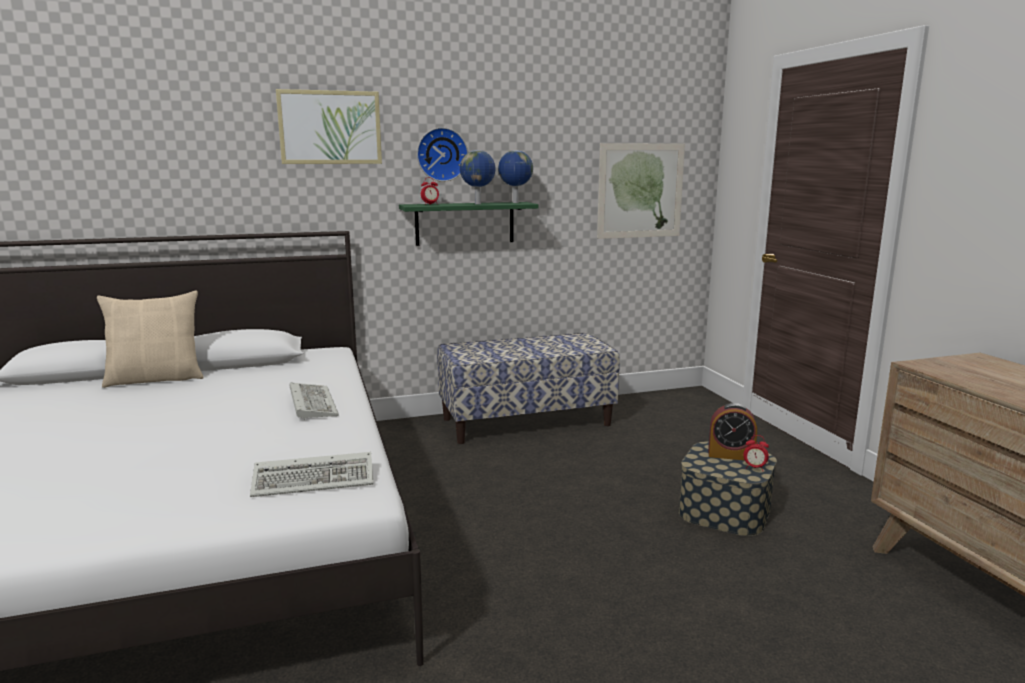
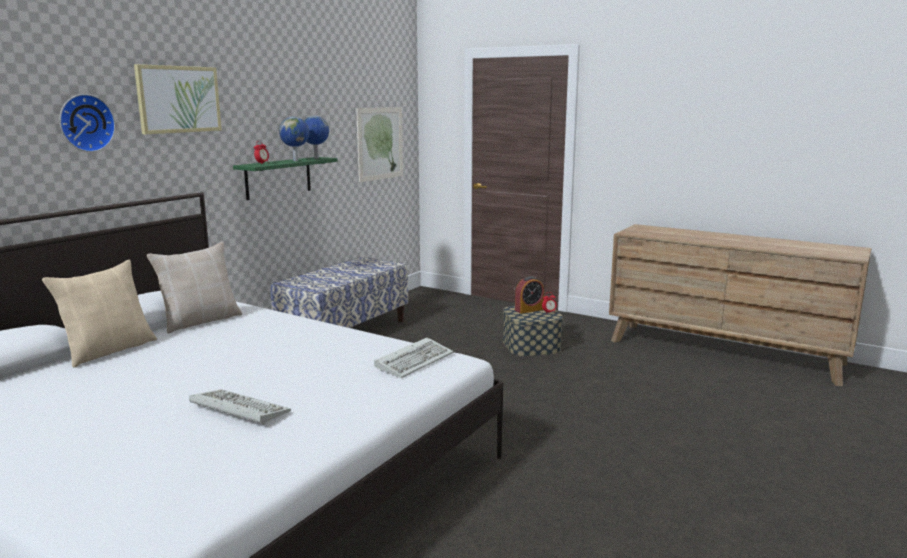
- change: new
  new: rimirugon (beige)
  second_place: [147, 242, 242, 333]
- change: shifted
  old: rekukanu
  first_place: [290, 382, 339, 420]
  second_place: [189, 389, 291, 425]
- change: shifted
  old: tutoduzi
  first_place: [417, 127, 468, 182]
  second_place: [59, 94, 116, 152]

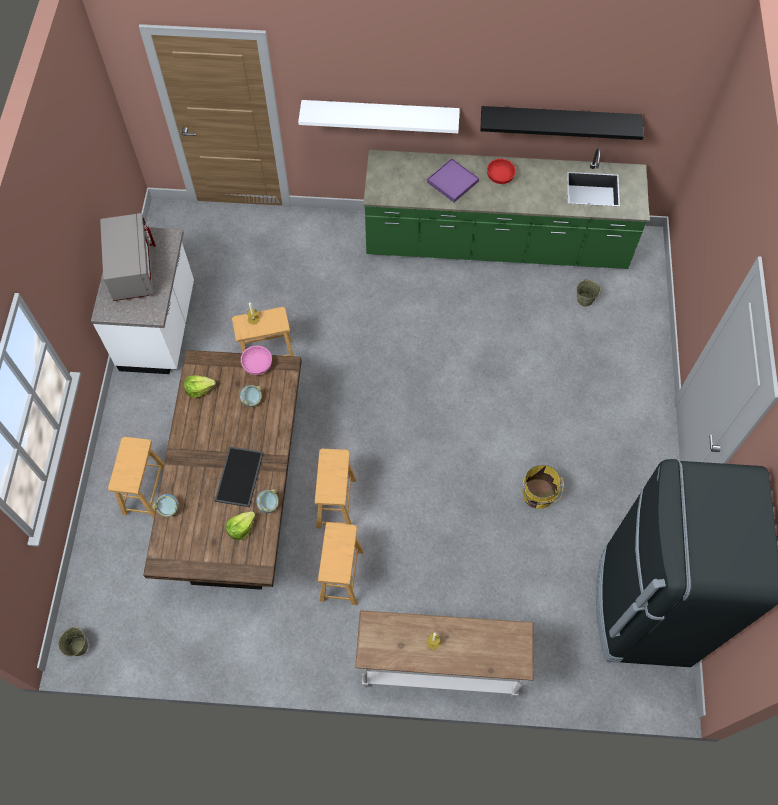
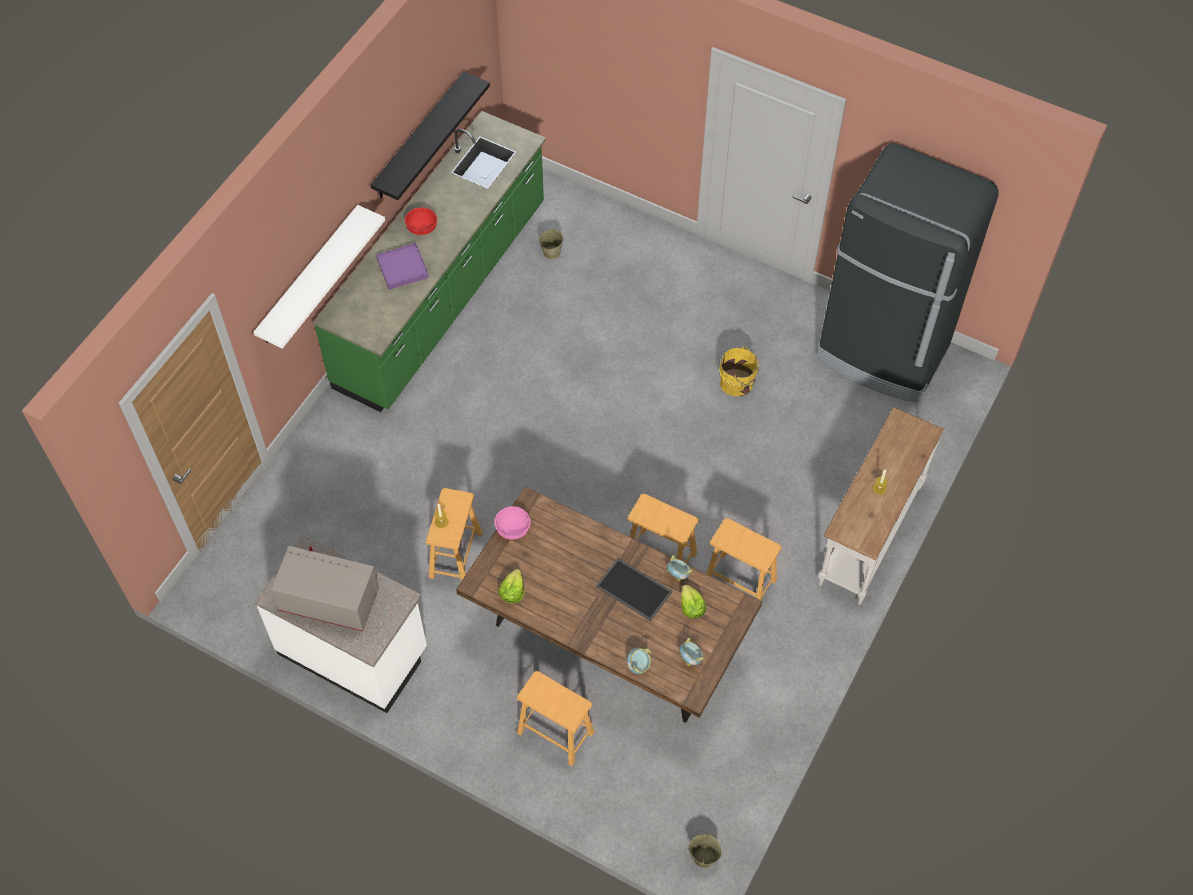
- change: shifted
  old: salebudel
  first_place: [240, 385, 262, 407]
  second_place: [679, 637, 704, 666]

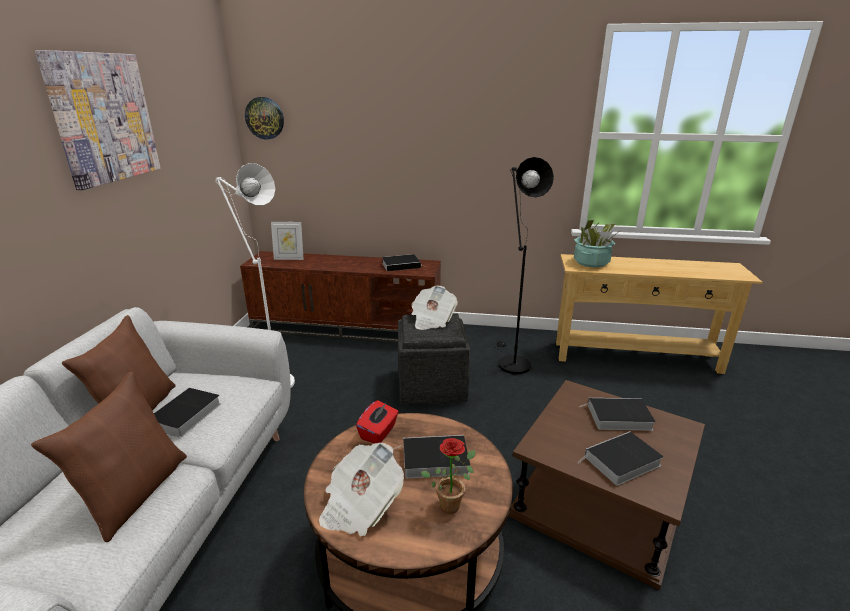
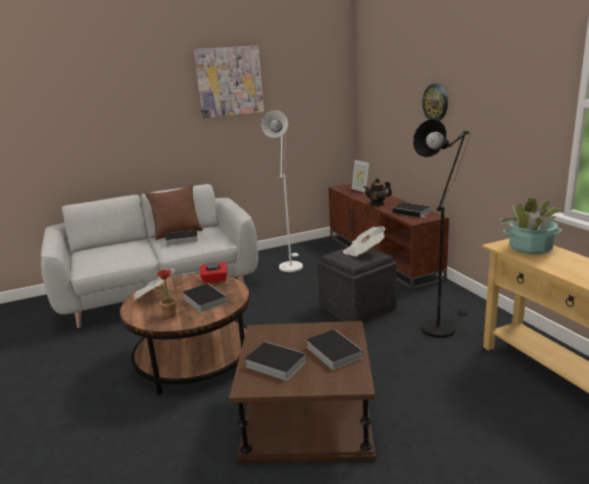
- change: gone
  old: rimirugon (brown)
  first_place: [31, 372, 187, 542]
- change: new
  new: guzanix
  second_place: [363, 178, 392, 206]
- change: shifted
  old: tutoduzi
  first_place: [245, 97, 284, 139]
  second_place: [422, 84, 448, 121]

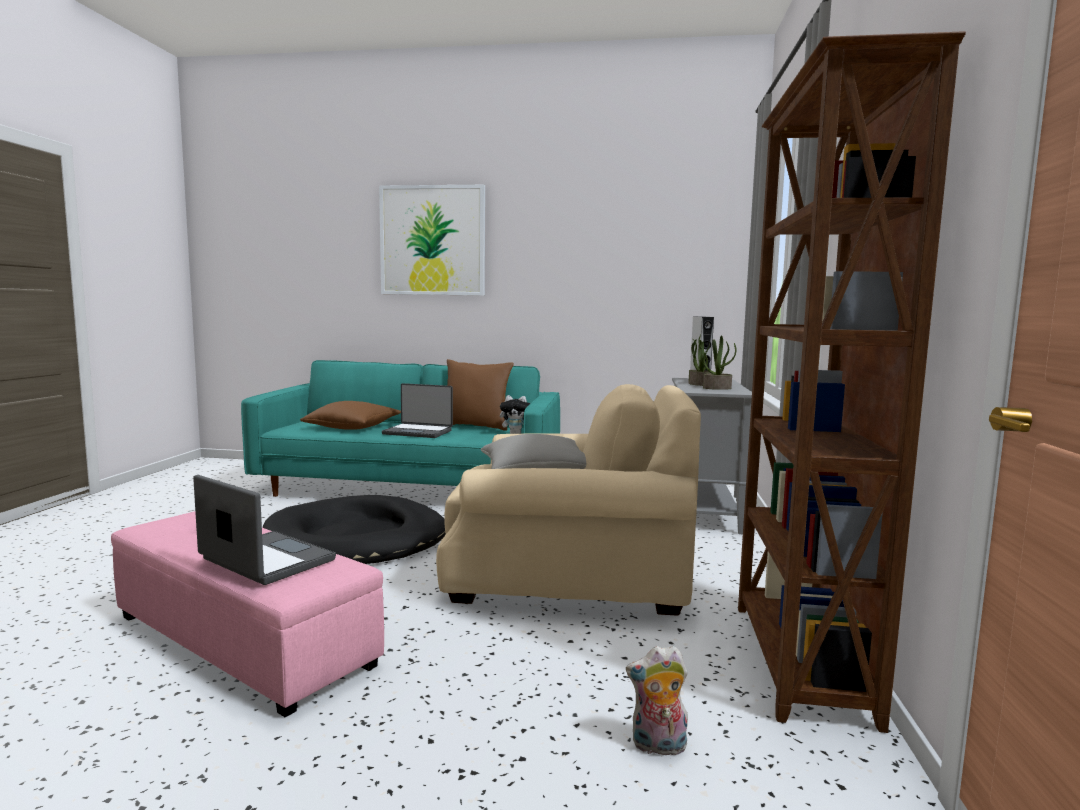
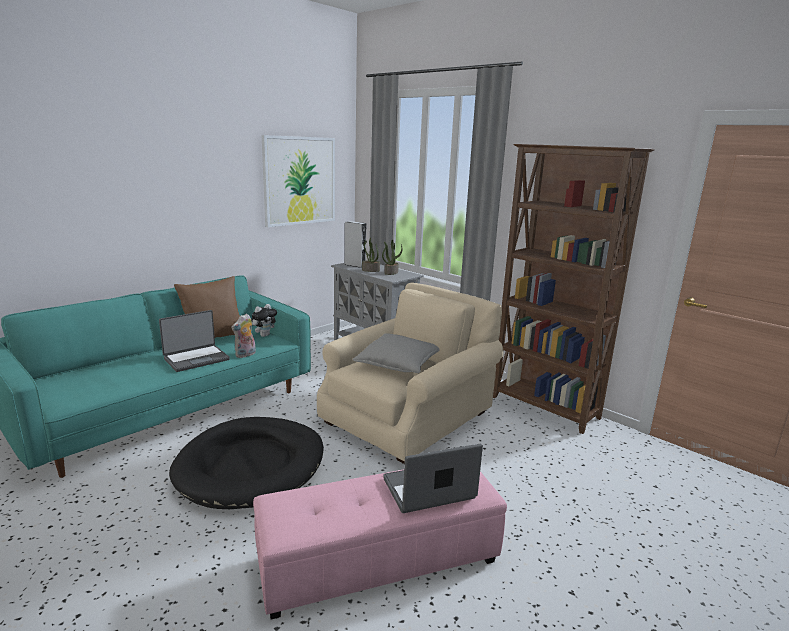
- change: gone
  old: rimirugon (brown)
  first_place: [300, 401, 401, 430]
- change: shifted
  old: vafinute
  first_place: [379, 185, 485, 296]
  second_place: [262, 135, 335, 227]
- change: shifted
  old: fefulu
  first_place: [626, 646, 688, 756]
  second_place: [231, 314, 256, 358]

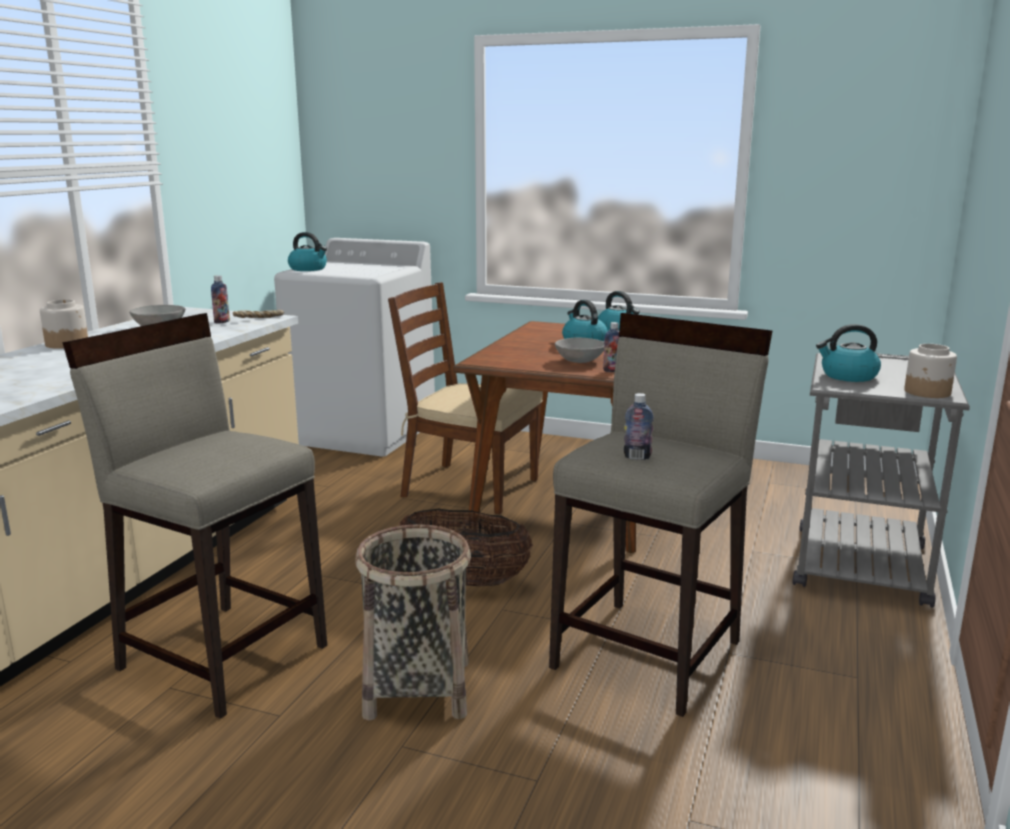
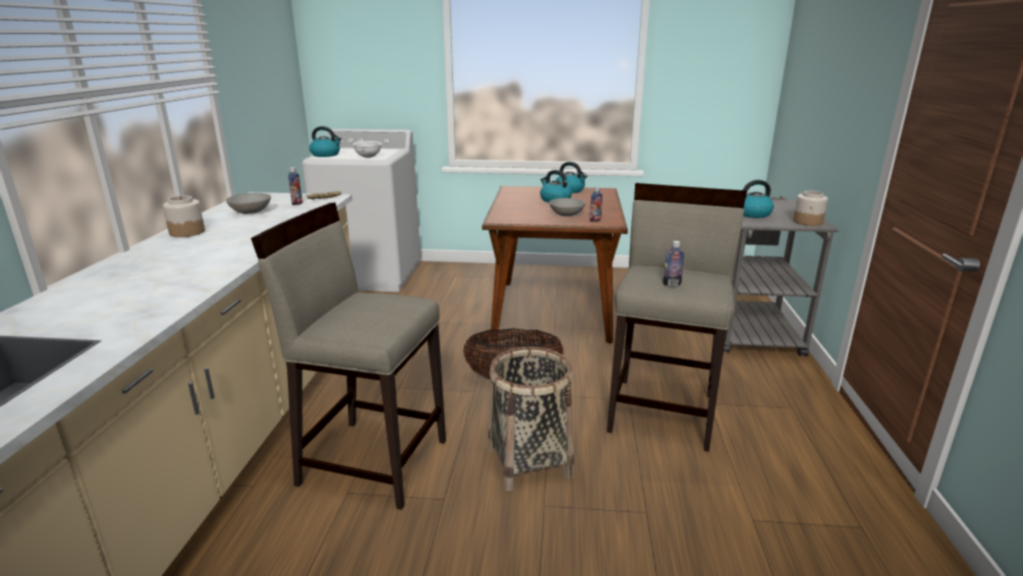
- change: gone
  old: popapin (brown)
  first_place: [388, 282, 543, 514]
- change: new
  new: salebudel (white)
  second_place: [353, 141, 382, 158]

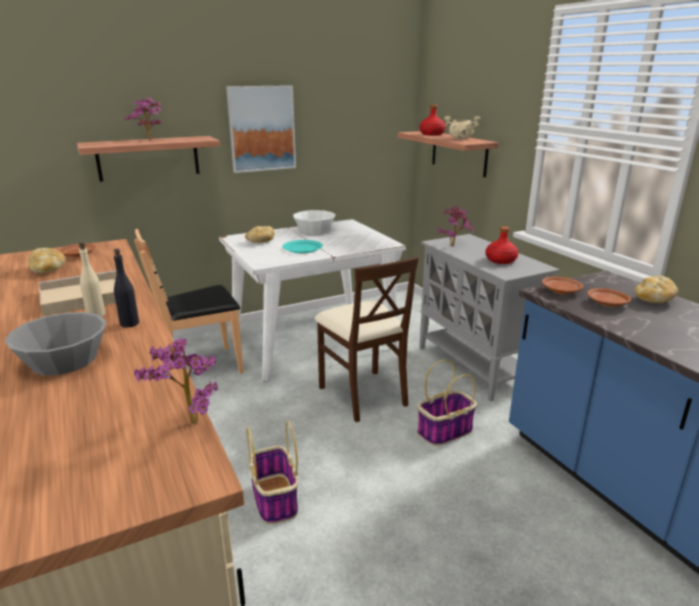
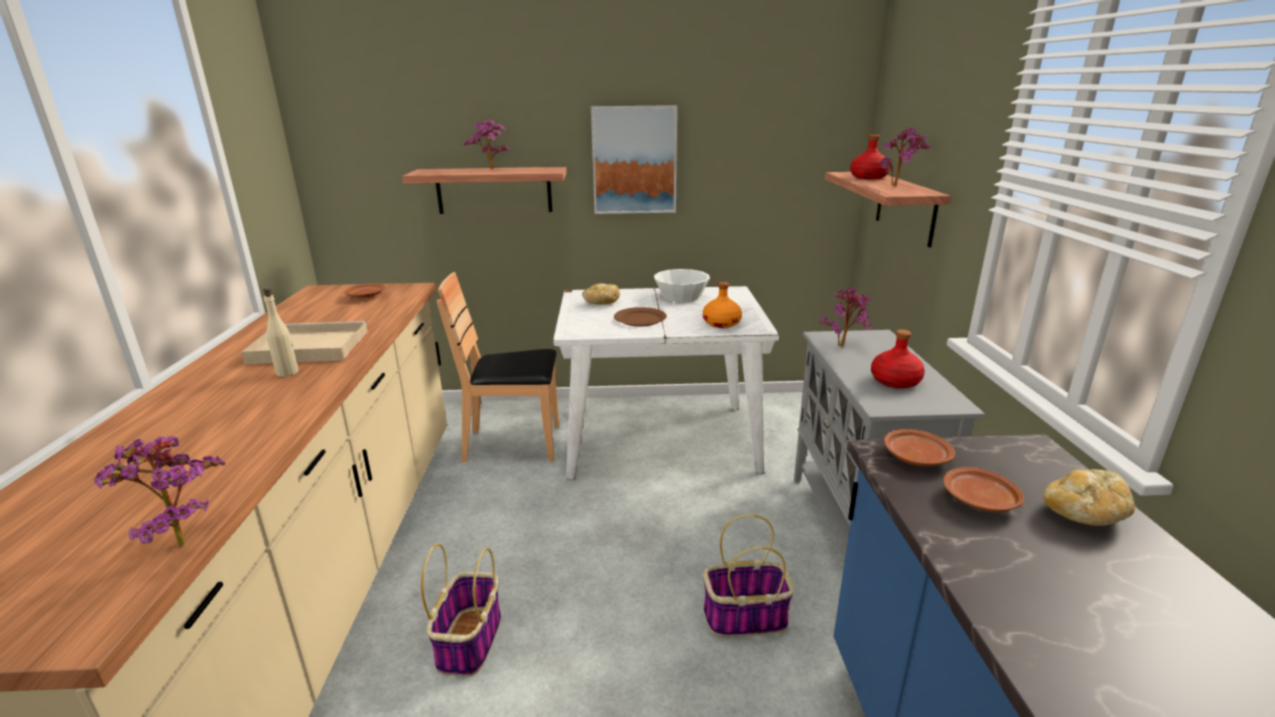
- change: gone
  old: salebudel (grey)
  first_place: [5, 312, 106, 375]
- change: gone
  old: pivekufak
  first_place: [28, 248, 66, 273]
- change: gone
  old: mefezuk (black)
  first_place: [114, 248, 139, 328]
- change: gone
  old: popapin (beige)
  first_place: [315, 257, 419, 422]
- change: new
  new: mefezuk (orange)
  second_place: [703, 282, 742, 328]
- change: swapped
  old: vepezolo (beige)
  new: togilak
  first_place: [444, 116, 481, 139]
  second_place: [880, 128, 930, 186]
- change: repainted
  old: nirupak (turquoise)
  new: nirupak (brown)
  first_place: [282, 240, 323, 253]
  second_place: [614, 307, 667, 327]

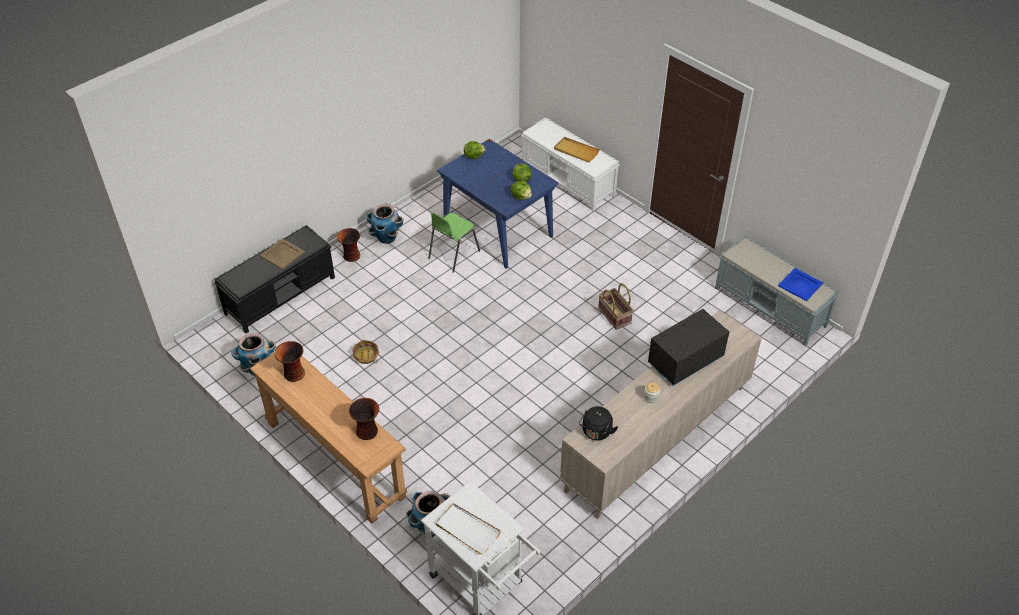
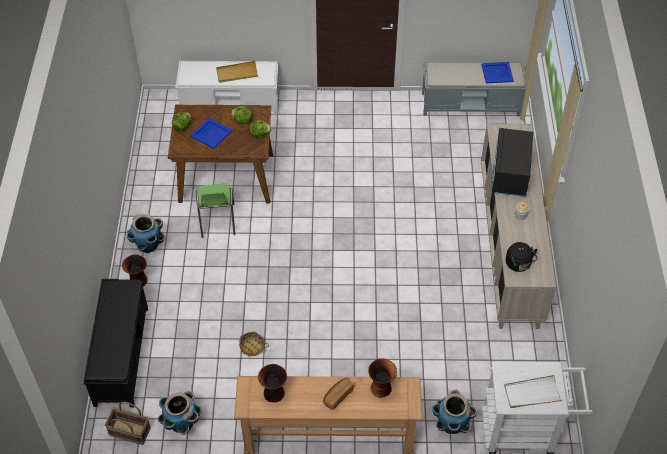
- change: gone
  old: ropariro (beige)
  first_place: [260, 238, 305, 270]
- change: new
  new: ropariro (blue)
  second_place: [190, 118, 232, 149]
- change: new
  new: pivekufak
  second_place: [323, 378, 354, 410]
- change: shifted
  old: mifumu
  first_place: [598, 283, 634, 330]
  second_place: [105, 401, 151, 445]
- change: repainted
  old: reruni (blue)
  new: reruni (brown)
  first_place: [437, 139, 558, 269]
  second_place: [168, 105, 273, 204]

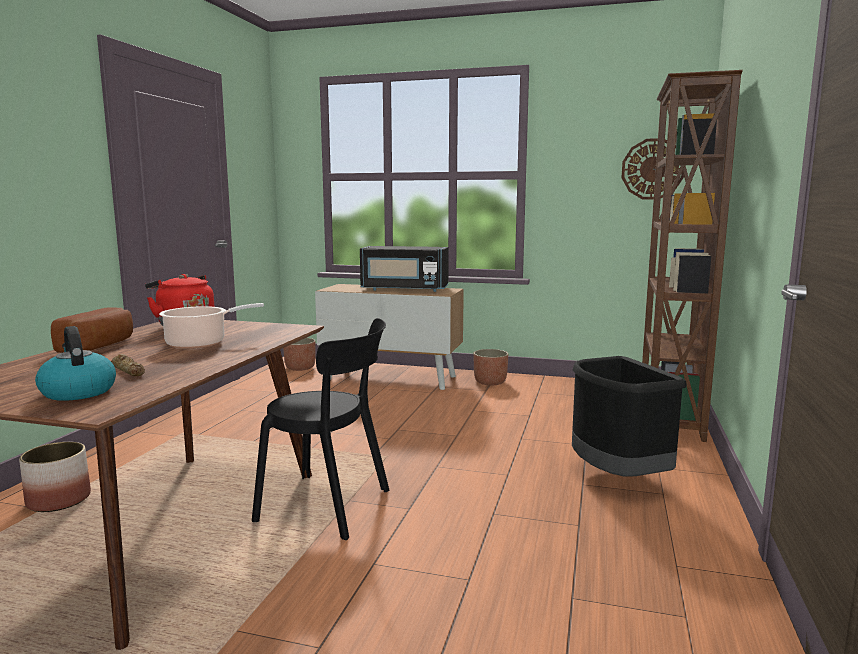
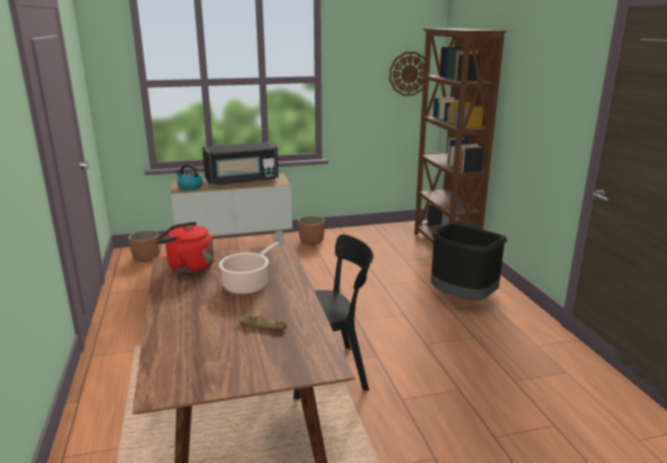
- change: gone
  old: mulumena
  first_place: [19, 442, 91, 512]
- change: gone
  old: pivekufak
  first_place: [51, 307, 133, 353]
- change: shifted
  old: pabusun
  first_place: [35, 326, 116, 401]
  second_place: [176, 164, 203, 190]

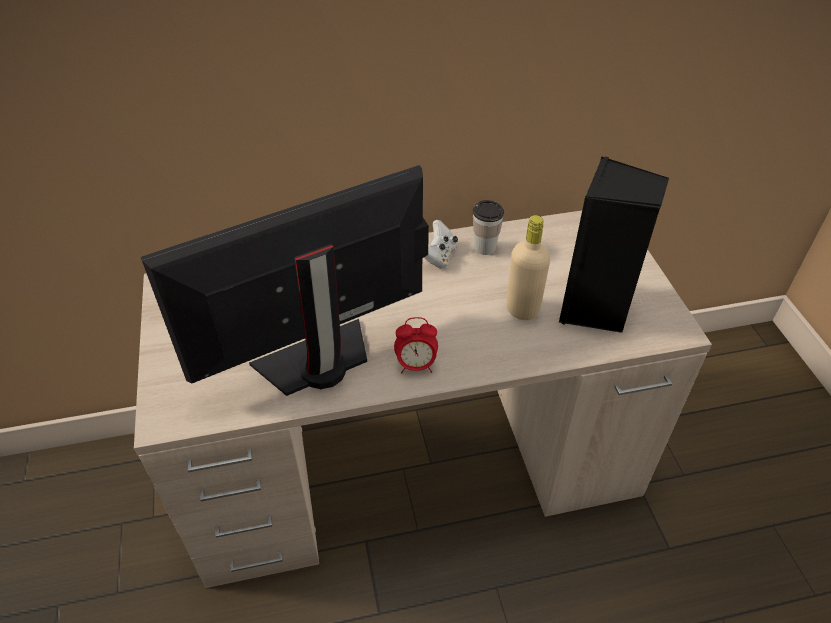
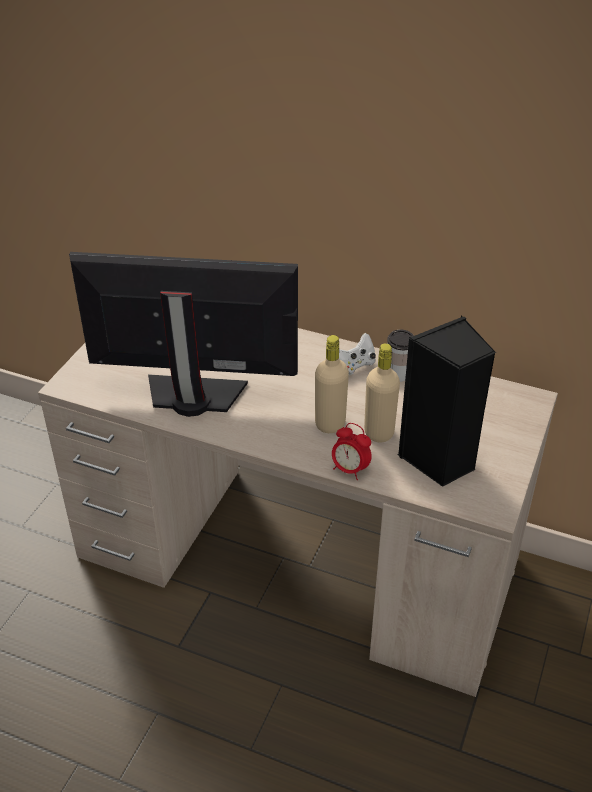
- change: new
  new: mefezuk (beige)
  second_place: [315, 335, 349, 433]
- change: shifted
  old: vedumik
  first_place: [394, 317, 438, 374]
  second_place: [332, 423, 372, 480]

